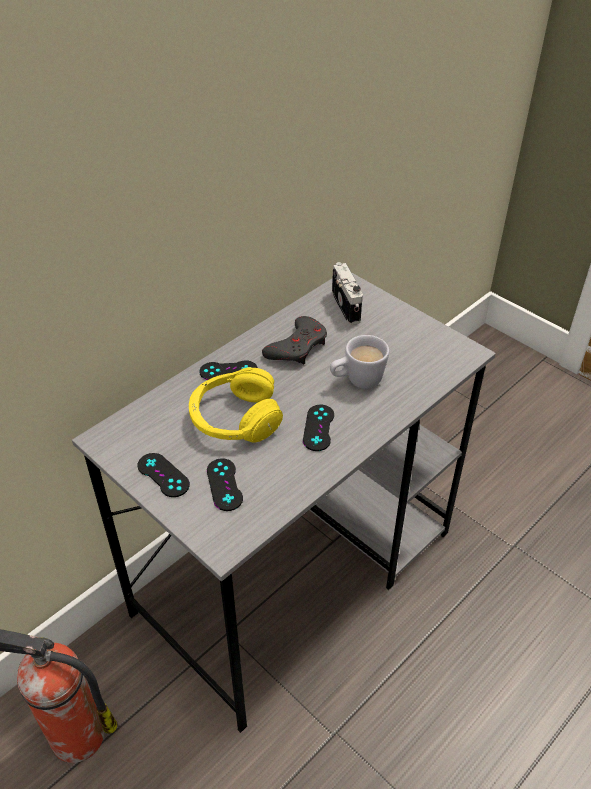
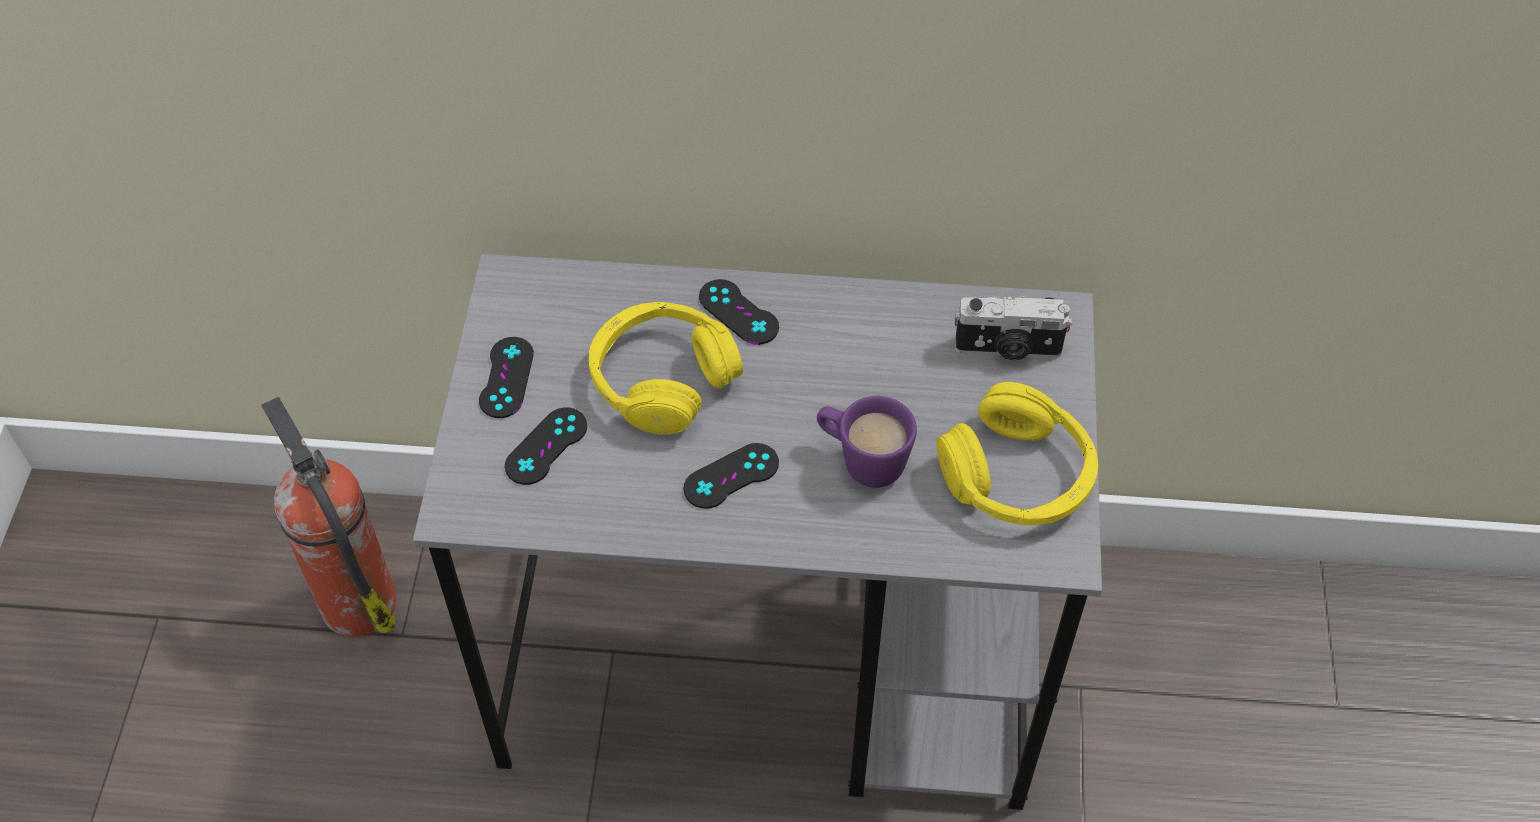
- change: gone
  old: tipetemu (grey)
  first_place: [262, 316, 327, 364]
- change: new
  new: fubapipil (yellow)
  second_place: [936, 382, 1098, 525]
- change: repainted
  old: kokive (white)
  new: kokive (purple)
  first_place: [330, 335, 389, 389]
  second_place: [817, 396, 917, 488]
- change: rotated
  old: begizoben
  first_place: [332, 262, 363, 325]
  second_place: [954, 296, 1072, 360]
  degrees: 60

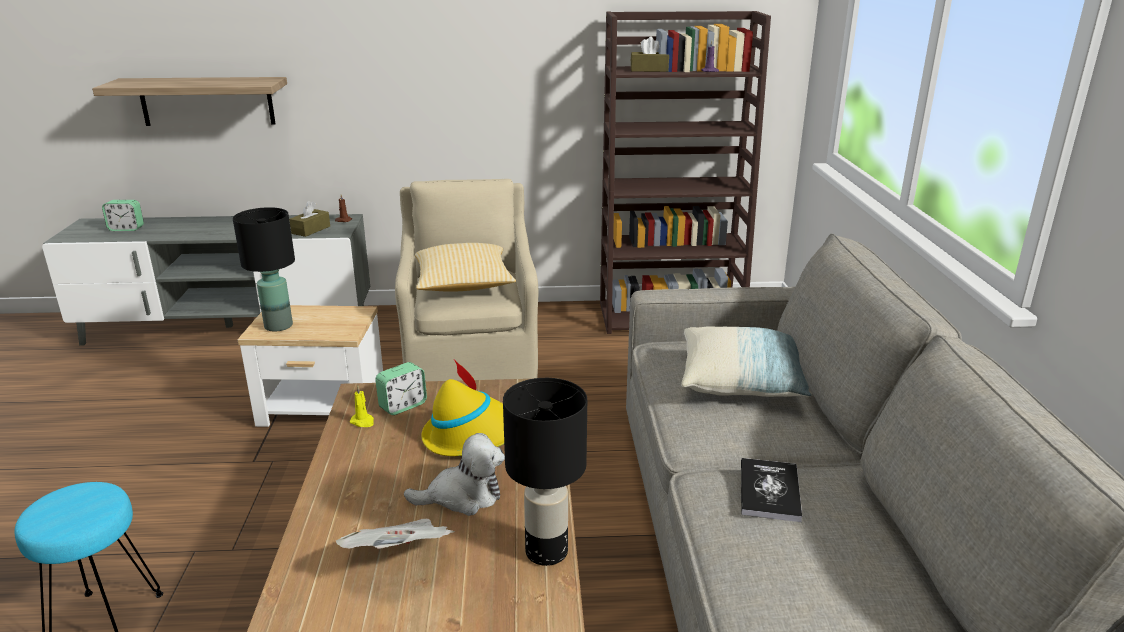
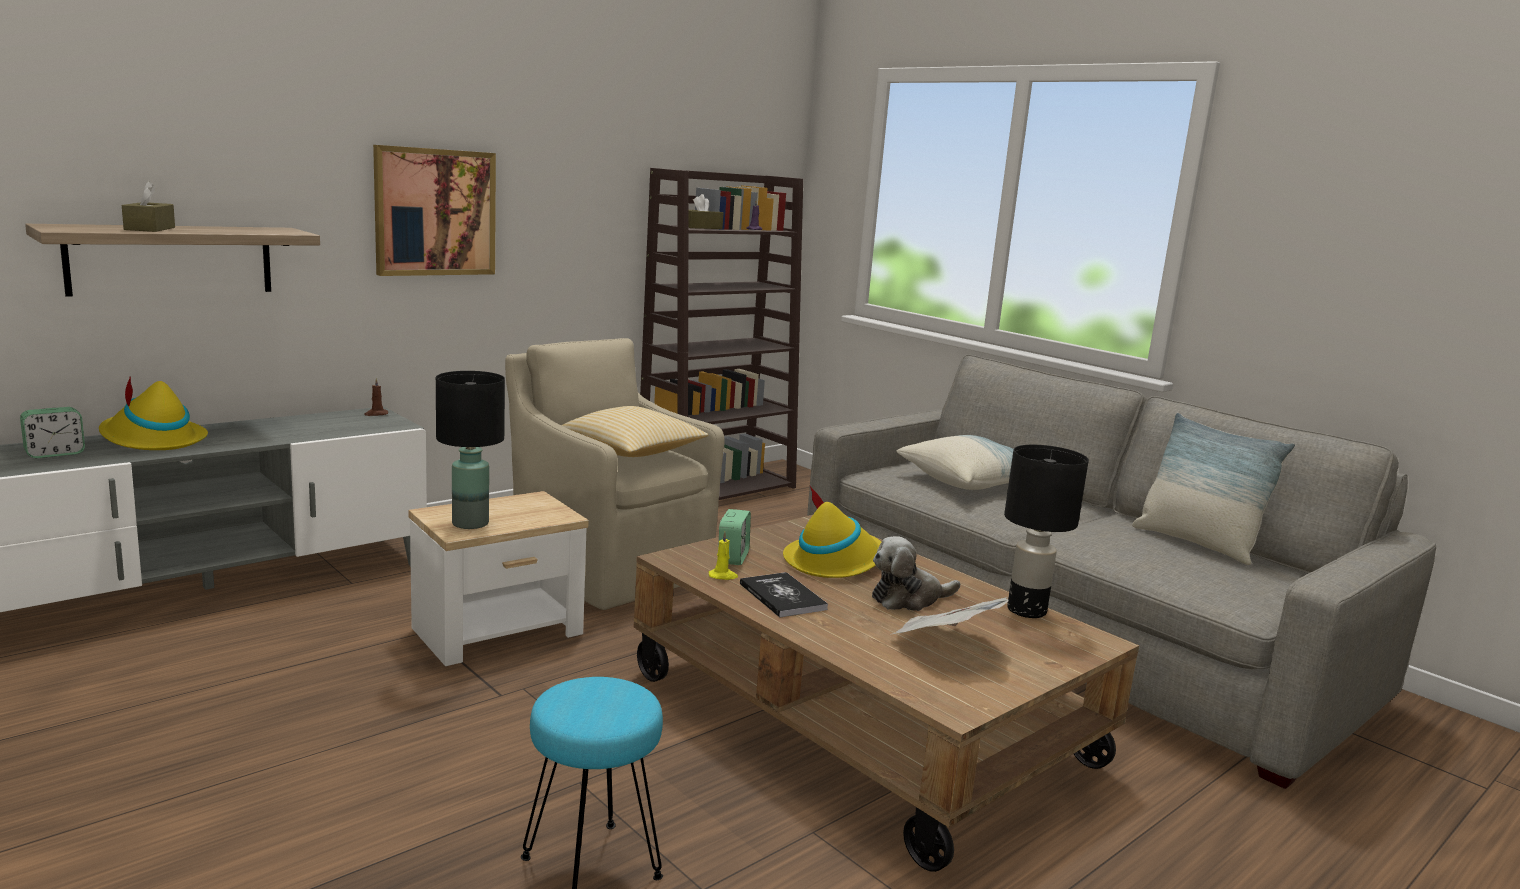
- change: new
  new: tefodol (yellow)
  second_place: [99, 376, 208, 450]
- change: new
  new: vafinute
  second_place: [373, 145, 496, 276]
- change: new
  new: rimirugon
  second_place: [1132, 413, 1295, 565]
- change: shifted
  old: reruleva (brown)
  first_place: [289, 201, 330, 237]
  second_place: [122, 181, 175, 232]
- change: shifted
  old: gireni
  first_place: [741, 458, 802, 522]
  second_place: [740, 572, 828, 618]
- change: rotated
  old: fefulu
  first_place: [404, 433, 505, 516]
  second_place: [872, 536, 960, 611]
  degrees: -150

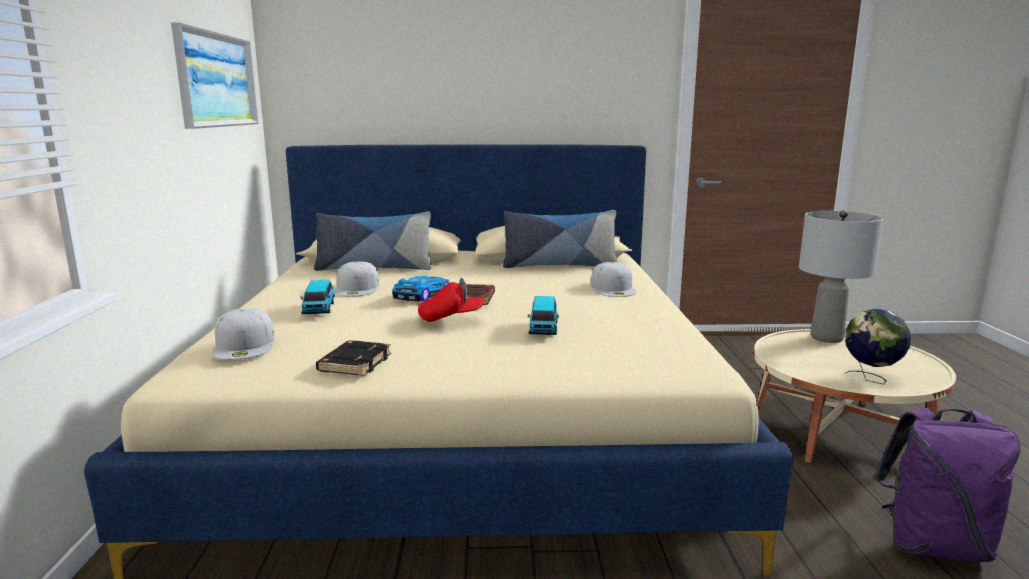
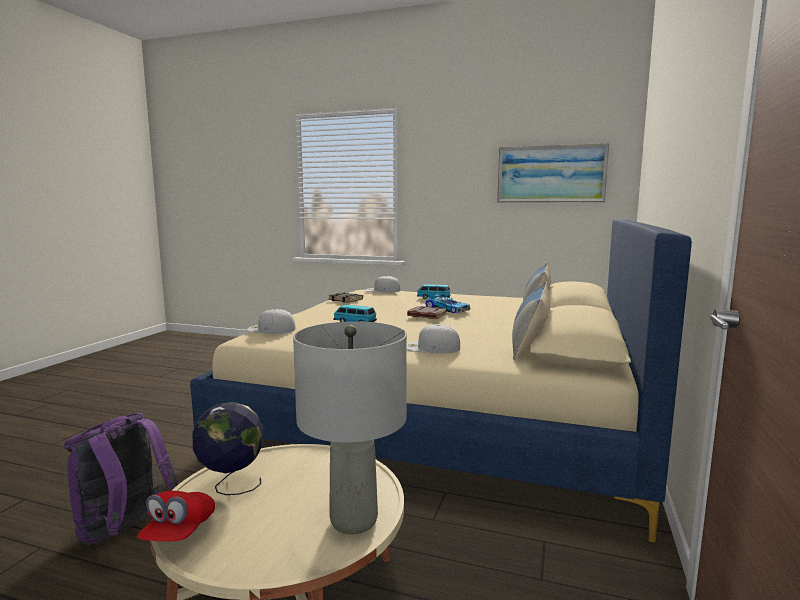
- change: shifted
  old: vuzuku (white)
  first_place: [334, 261, 379, 296]
  second_place: [247, 309, 295, 334]
- change: shifted
  old: vuzuku (red)
  first_place: [418, 278, 485, 322]
  second_place: [137, 491, 215, 542]

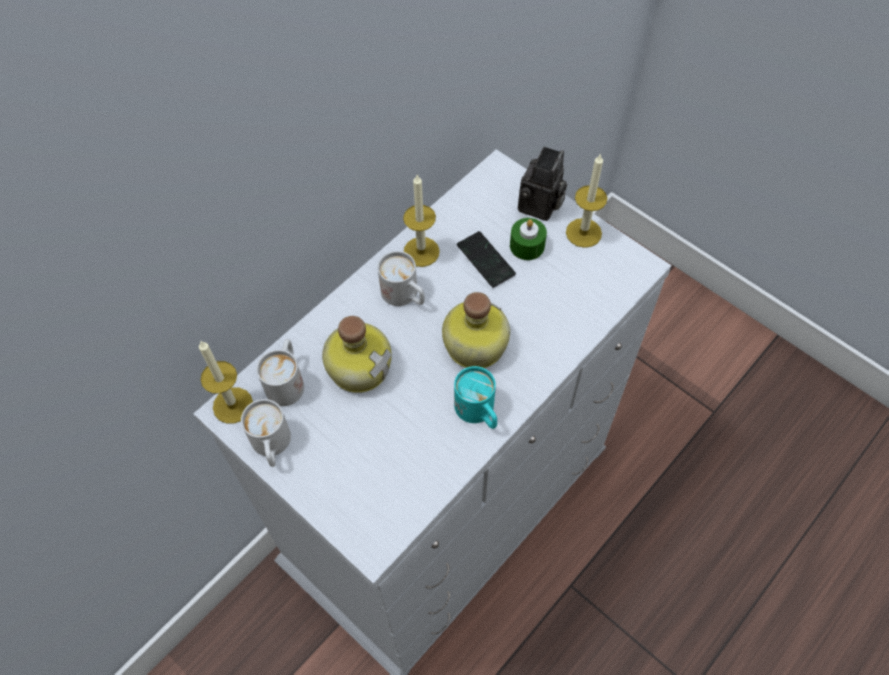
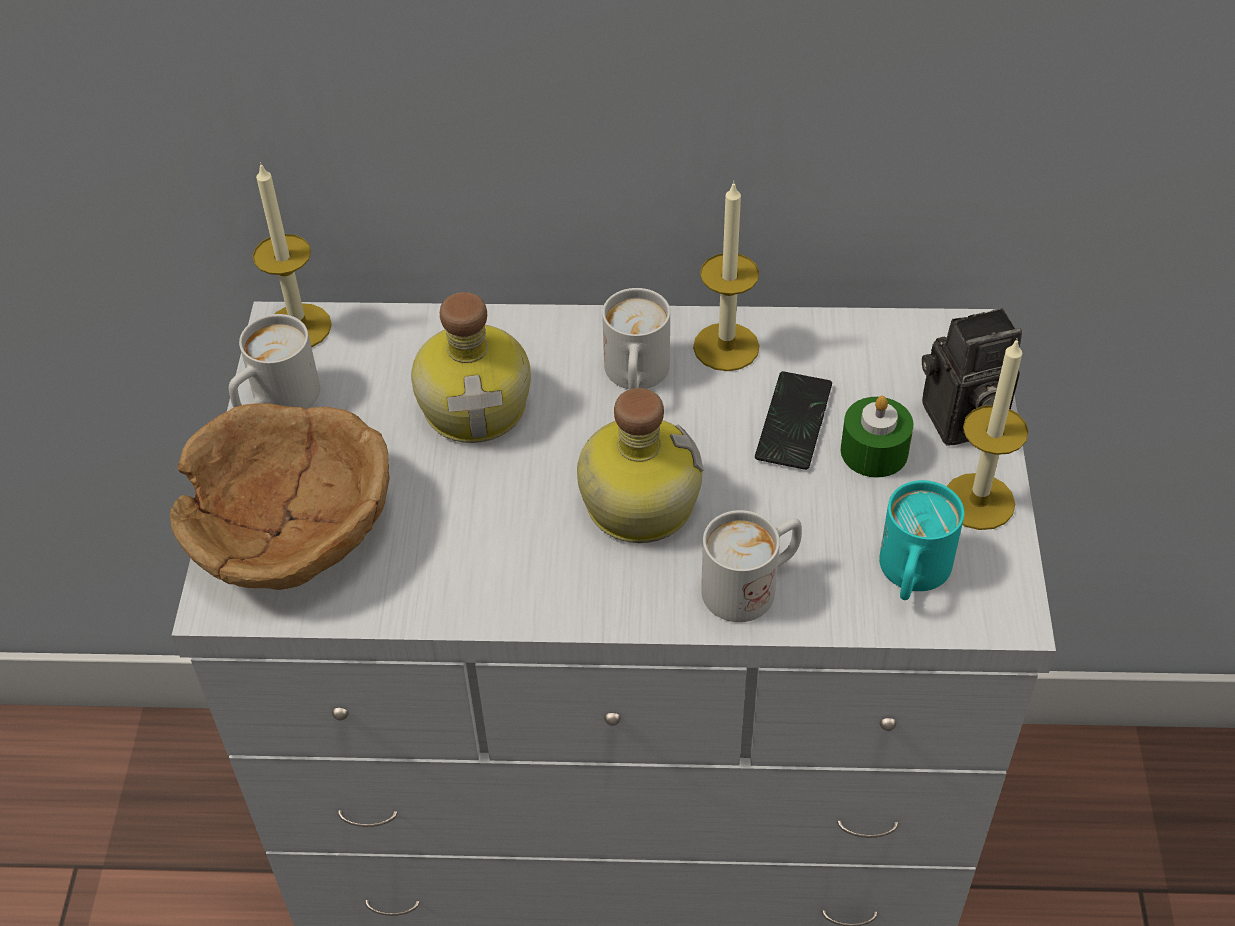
- change: new
  new: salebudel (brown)
  second_place: [170, 403, 390, 590]
- change: shifted
  old: kokive (white)
  first_place: [256, 339, 304, 406]
  second_place: [701, 510, 802, 622]
- change: shifted
  old: kokive (turquoise)
  first_place: [454, 366, 497, 429]
  second_place: [879, 480, 964, 600]

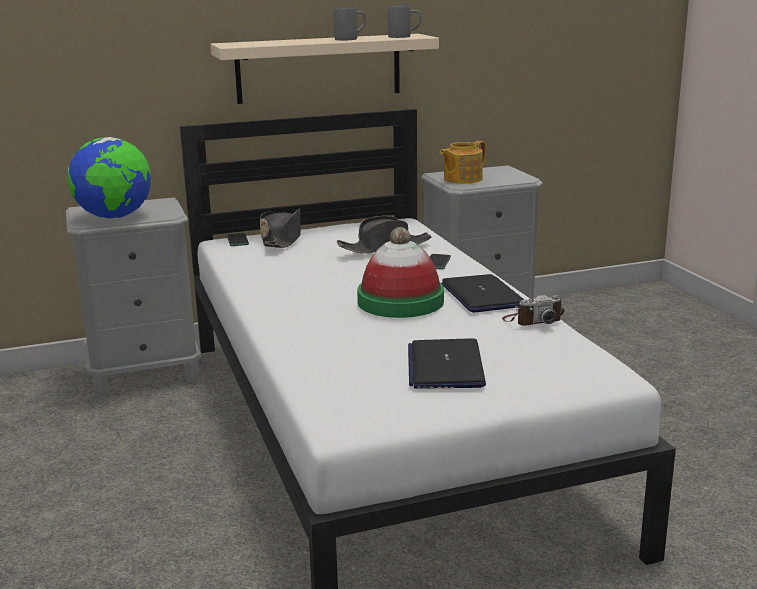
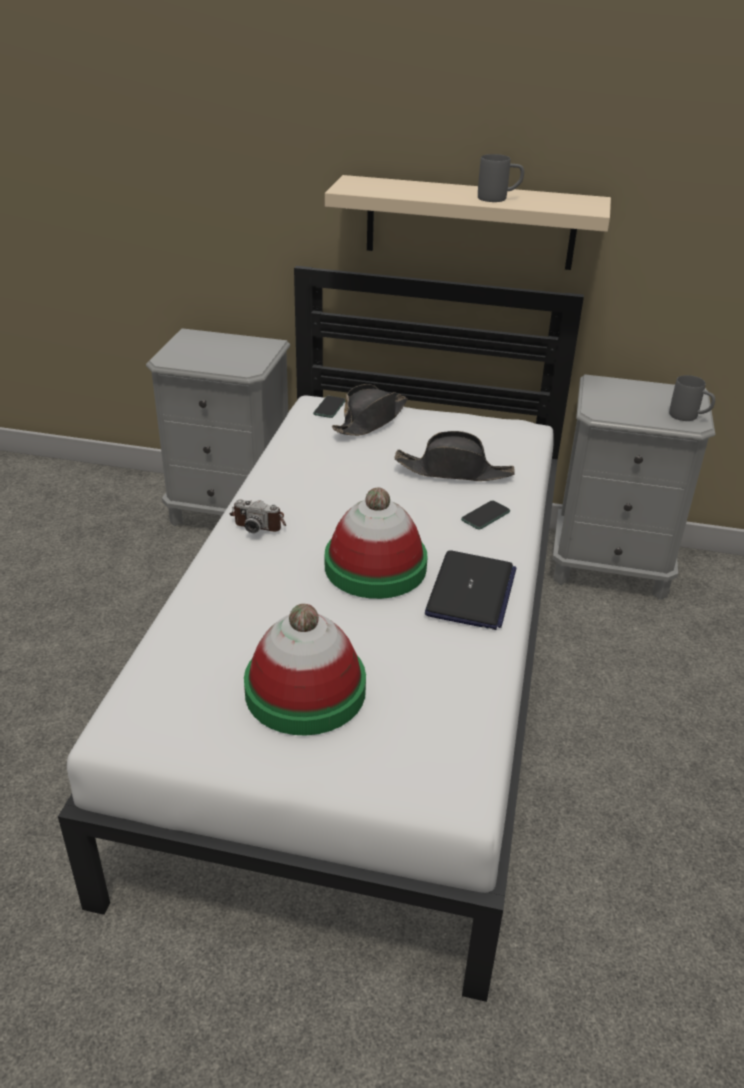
- change: gone
  old: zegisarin
  first_place: [67, 137, 151, 219]
- change: gone
  old: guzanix
  first_place: [440, 141, 486, 183]
- change: shifted
  old: kokive (grey)
  first_place: [388, 5, 422, 38]
  second_place: [669, 375, 715, 421]
- change: shifted
  old: begizoben
  first_place: [502, 295, 564, 326]
  second_place: [230, 499, 286, 533]
- change: swapped
  old: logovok
  new: tefodol
  first_place: [408, 338, 486, 389]
  second_place: [244, 604, 366, 736]

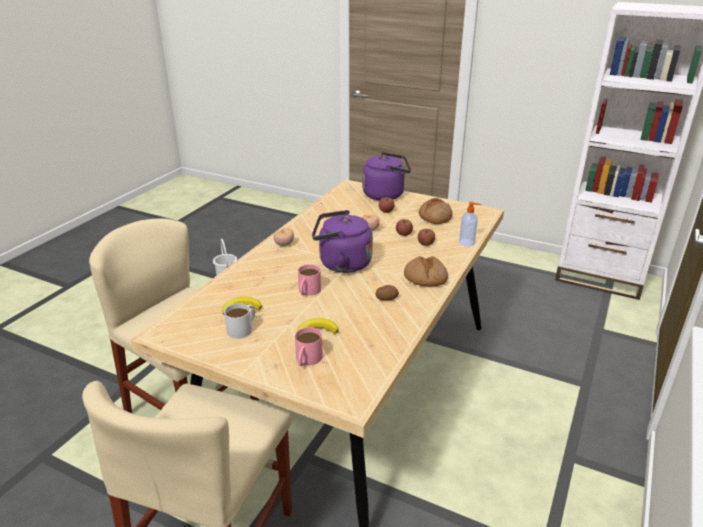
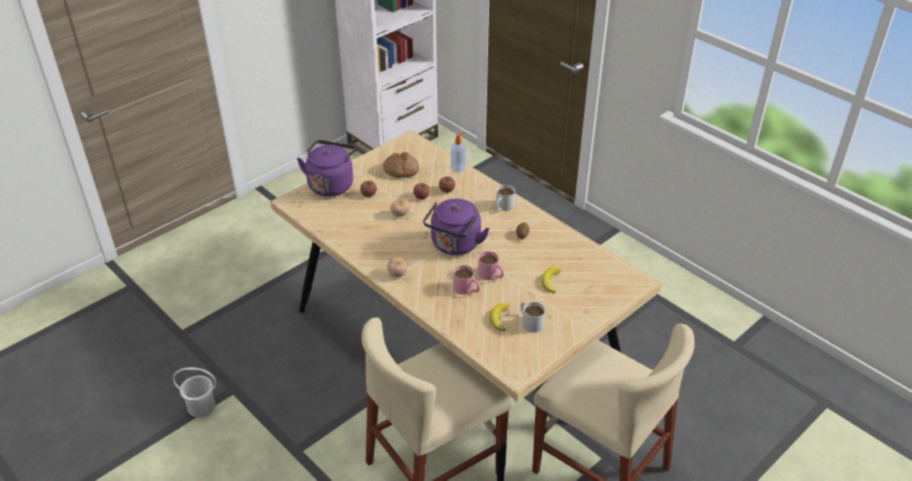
- change: shifted
  old: kokive (pink)
  first_place: [295, 327, 323, 366]
  second_place: [454, 265, 480, 295]
- change: swapped
  old: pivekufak
  new: kokive (white)
  first_place: [404, 256, 448, 286]
  second_place: [496, 185, 515, 211]

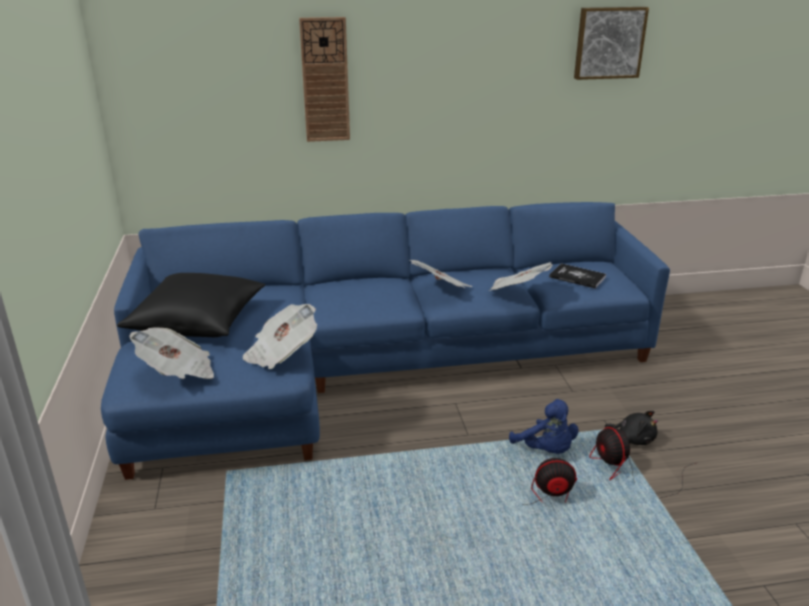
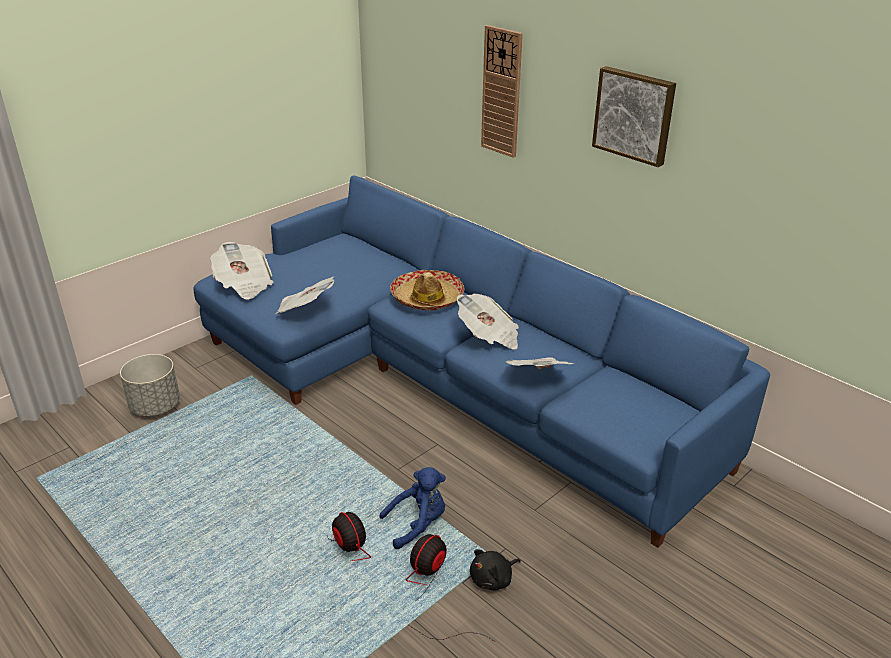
- change: gone
  old: rimirugon (black)
  first_place: [117, 273, 266, 337]
- change: gone
  old: gireni
  first_place: [549, 263, 606, 289]
- change: new
  new: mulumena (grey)
  second_place: [120, 354, 180, 416]
- change: new
  new: tefodol
  second_place: [390, 270, 464, 311]
- change: shifted
  old: vafinute
  first_place: [574, 7, 649, 80]
  second_place: [592, 66, 676, 167]
- change: rotated
  old: fefulu (blue)
  first_place: [509, 399, 579, 454]
  second_place: [379, 467, 446, 549]
  degrees: -135
- change: rotated
  old: fefulu (black)
  first_place: [605, 411, 658, 445]
  second_place: [470, 549, 521, 590]
  degrees: 60

